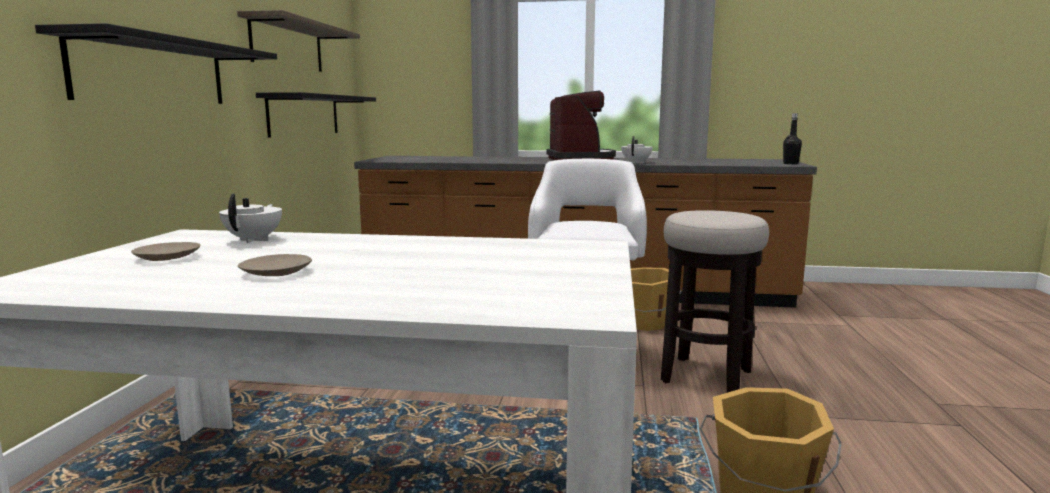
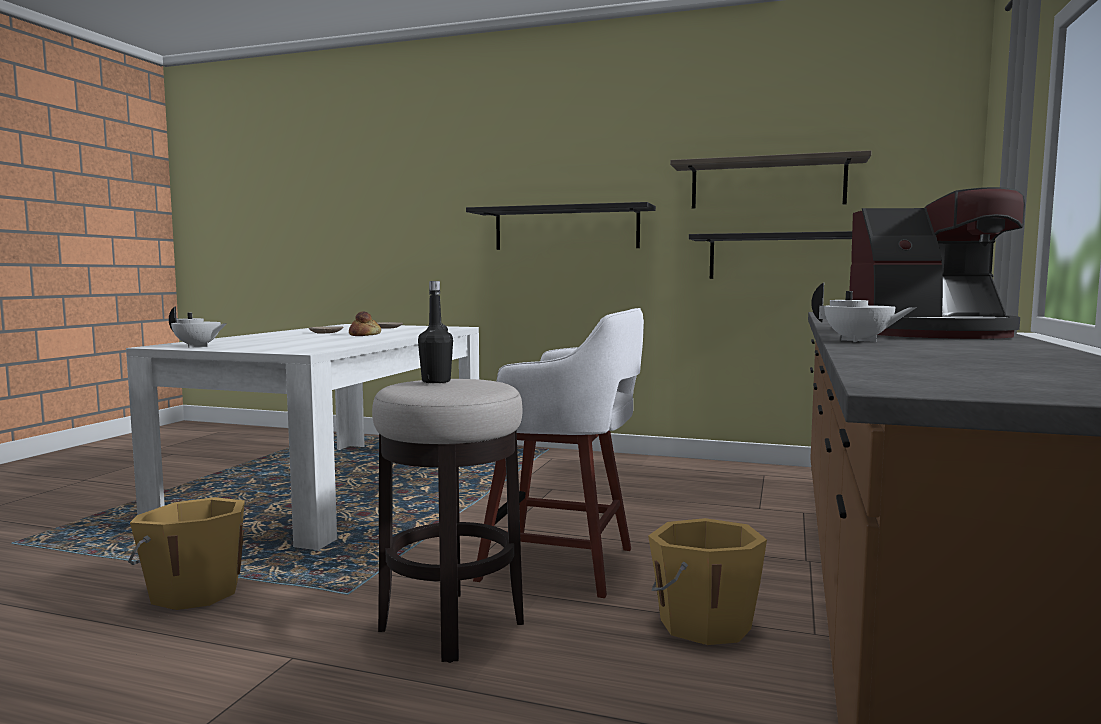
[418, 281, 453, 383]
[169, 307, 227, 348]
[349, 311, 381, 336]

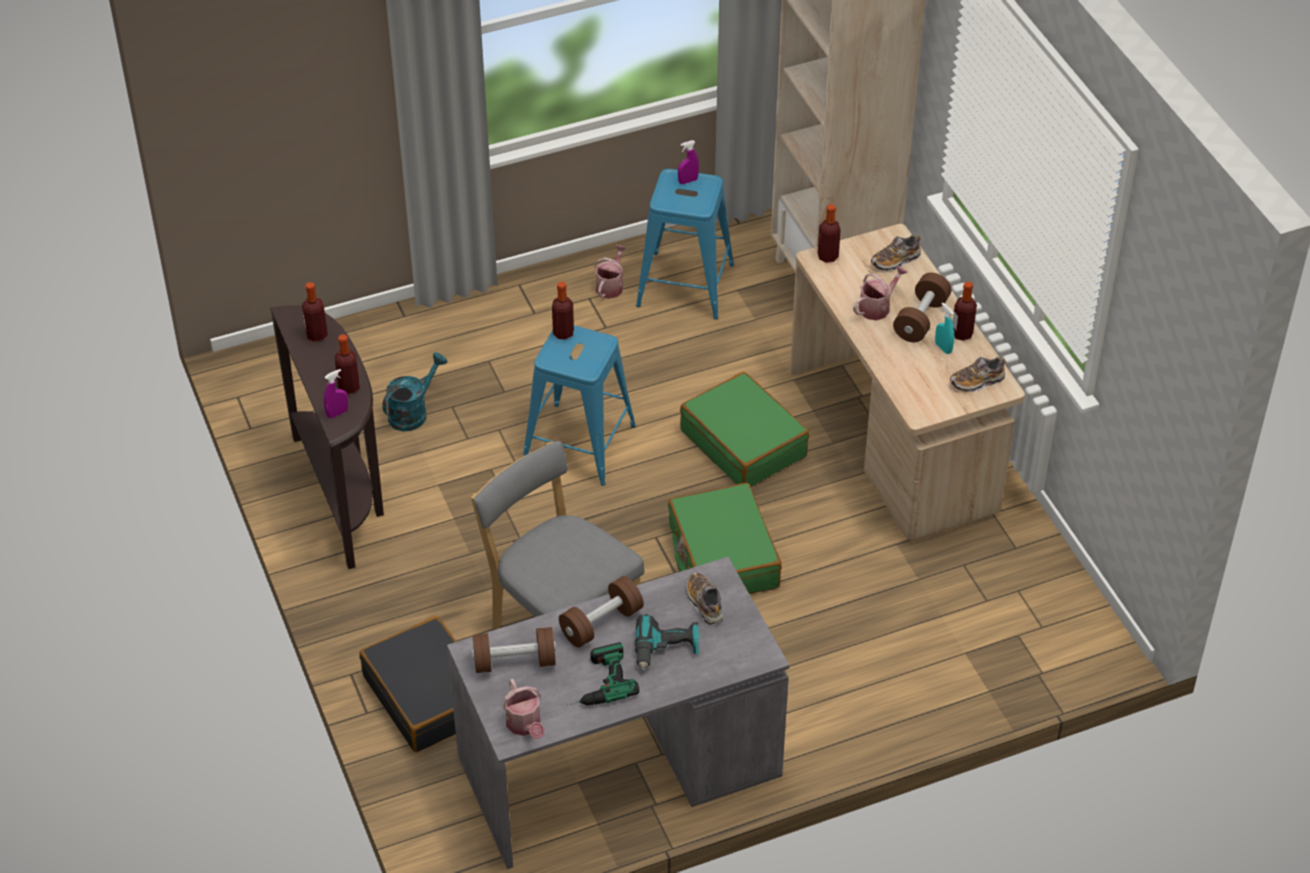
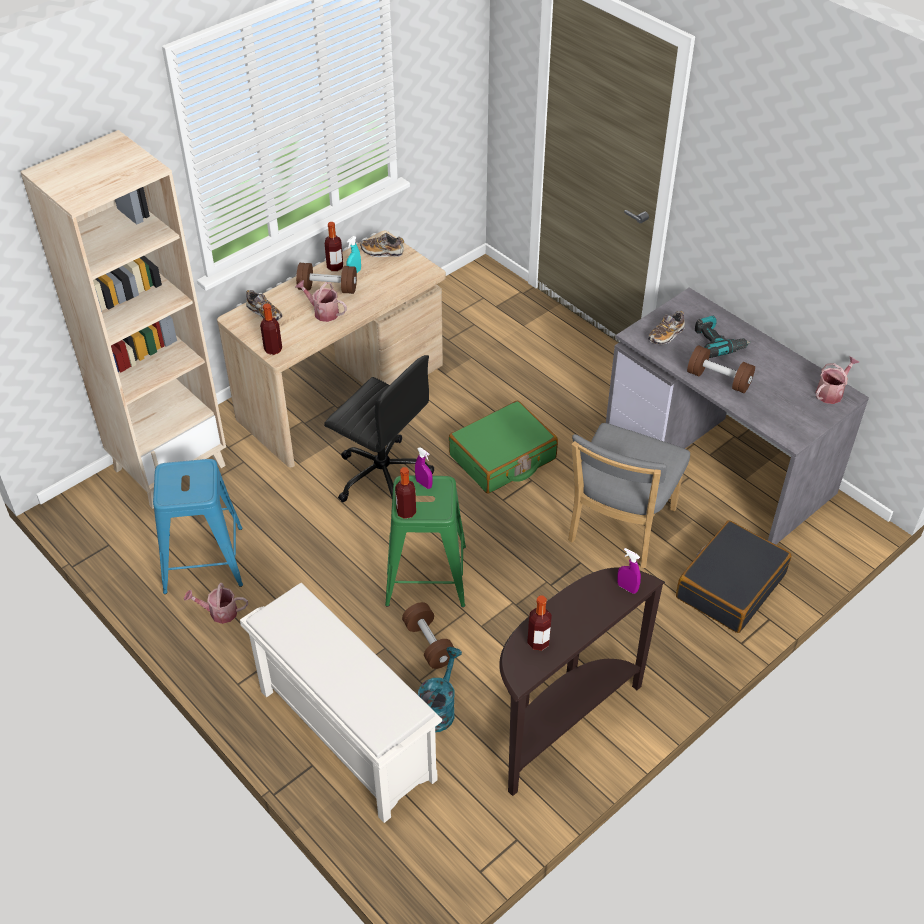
[415, 447, 433, 489]
[385, 476, 466, 607]
[335, 334, 360, 394] (first image)
[418, 647, 462, 732]
[360, 233, 404, 257]
[324, 355, 434, 502]
[402, 602, 454, 669]
[567, 642, 639, 706] (first image)
[240, 583, 442, 823]

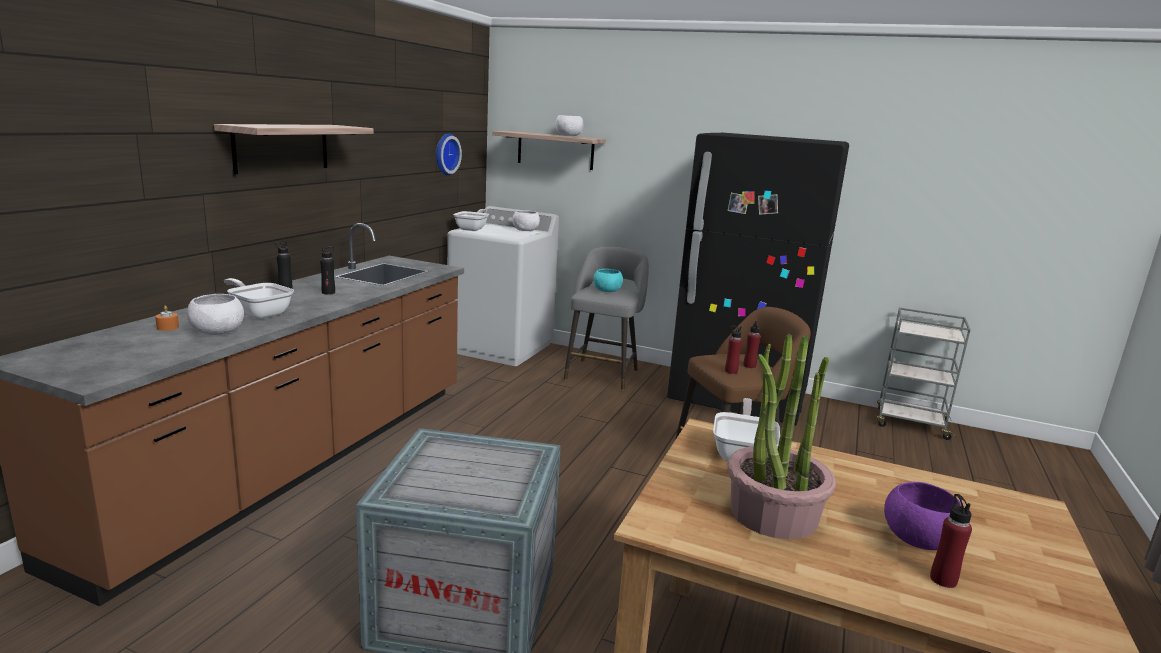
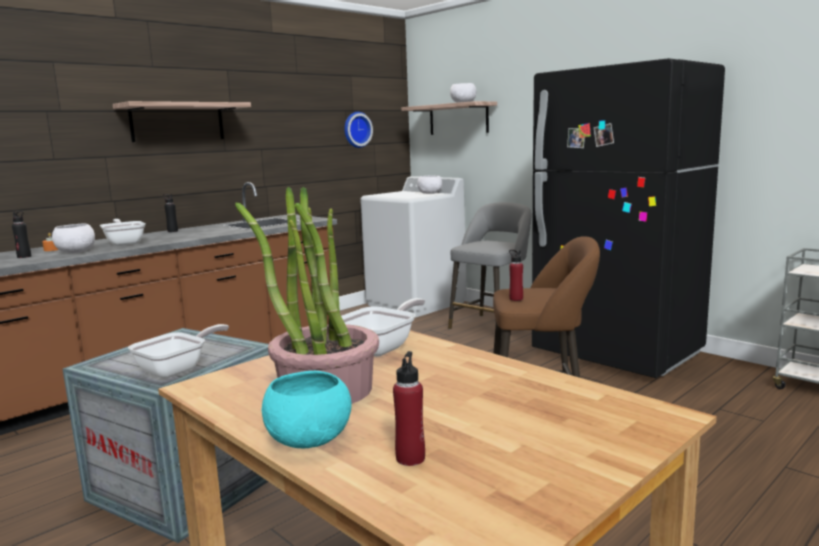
[128, 324, 229, 378]
[12, 211, 31, 258]
[261, 371, 352, 448]
[743, 321, 761, 368] (first image)
[884, 482, 961, 550] (first image)

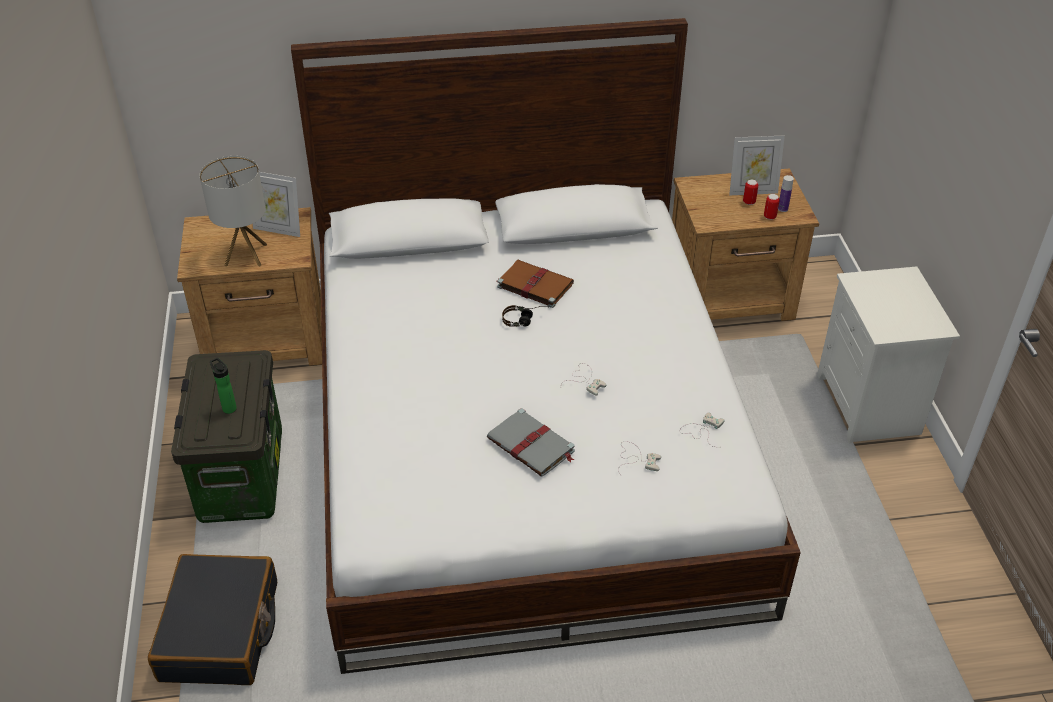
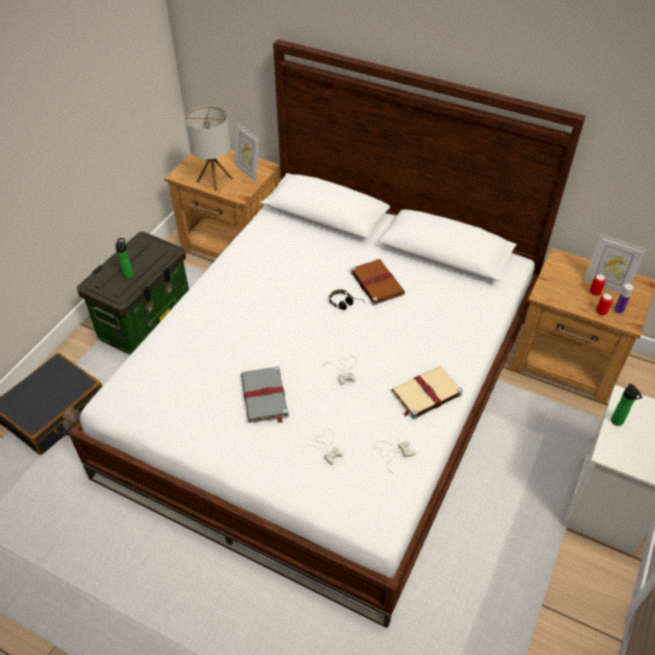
[392, 366, 463, 420]
[611, 383, 642, 426]

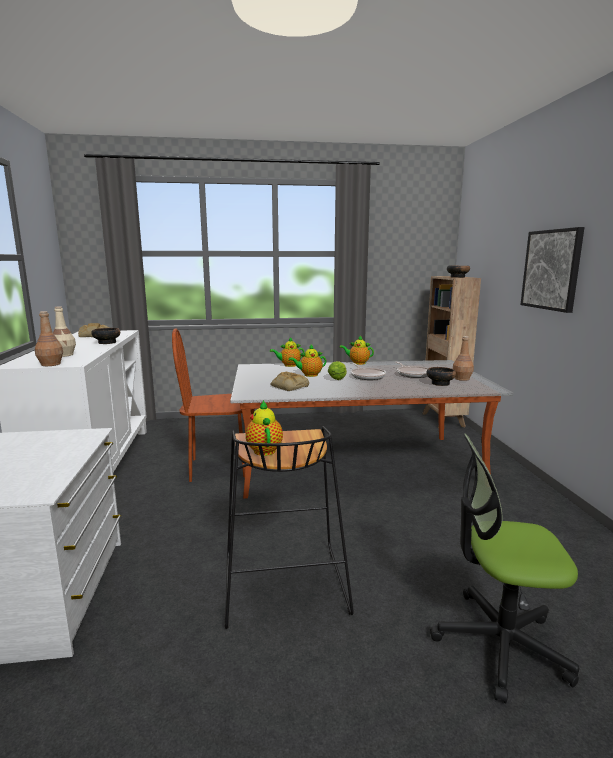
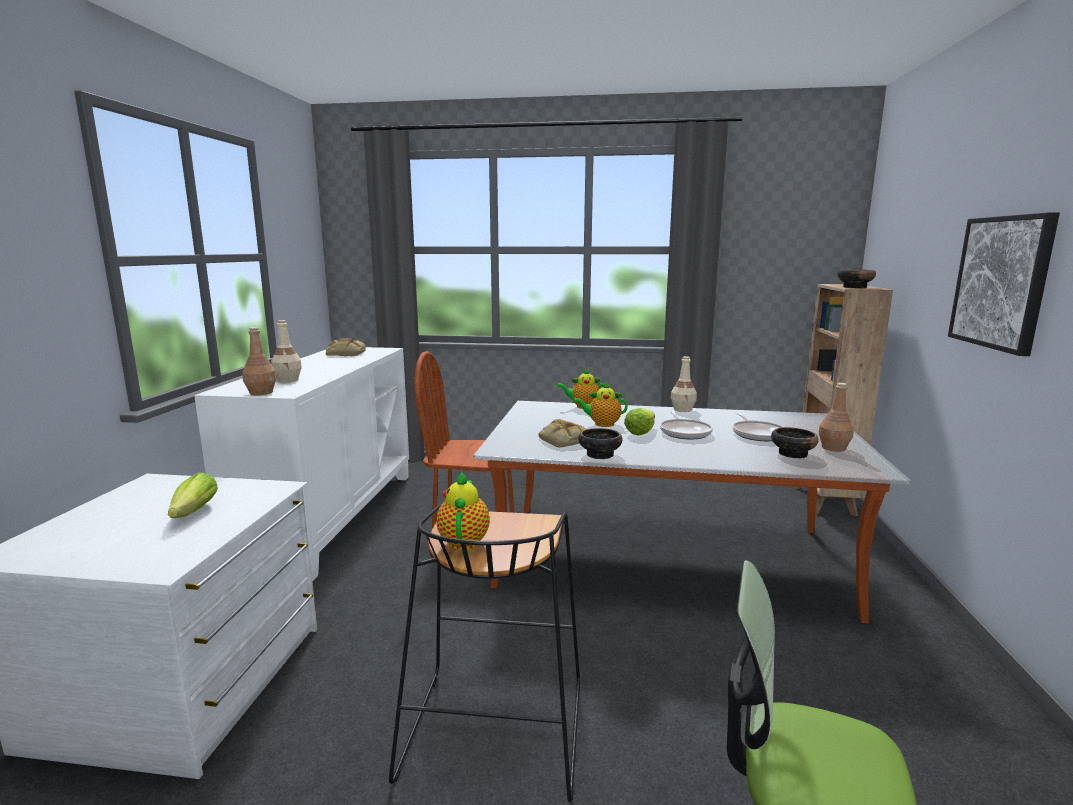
[578, 428, 623, 459]
[671, 356, 697, 412]
[168, 472, 218, 518]

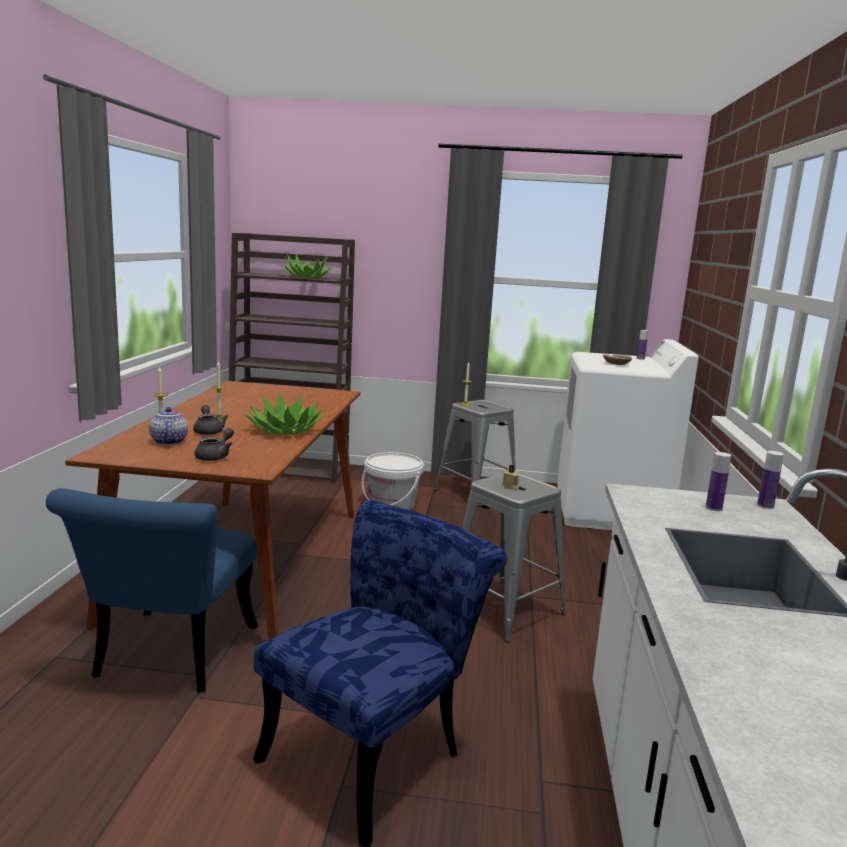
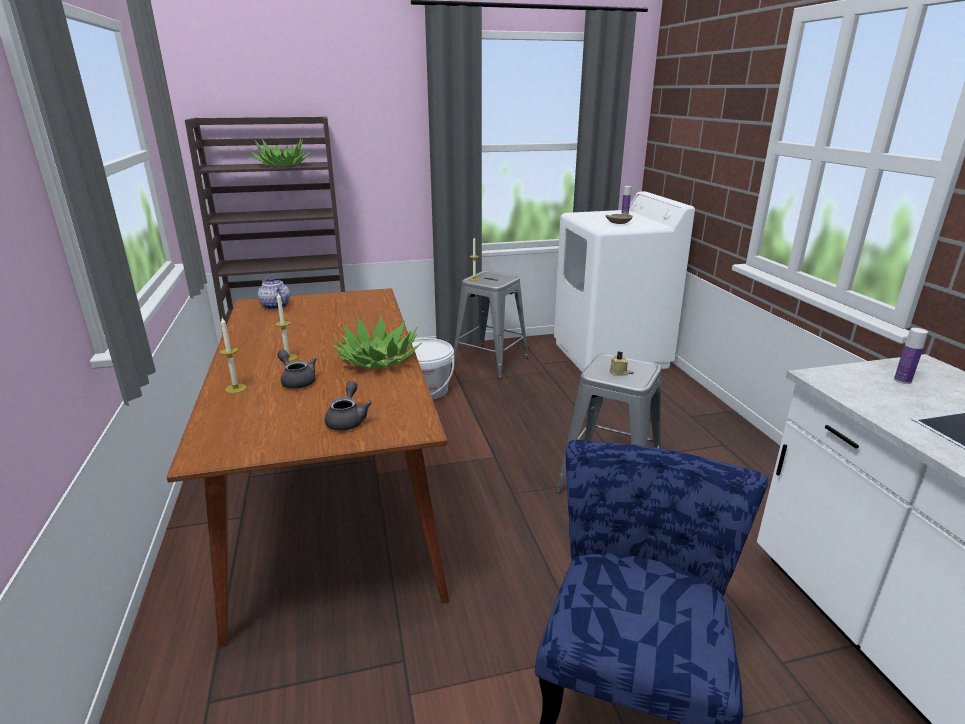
[258, 277, 290, 310]
[757, 451, 784, 509] (first image)
[46, 488, 258, 693] (first image)

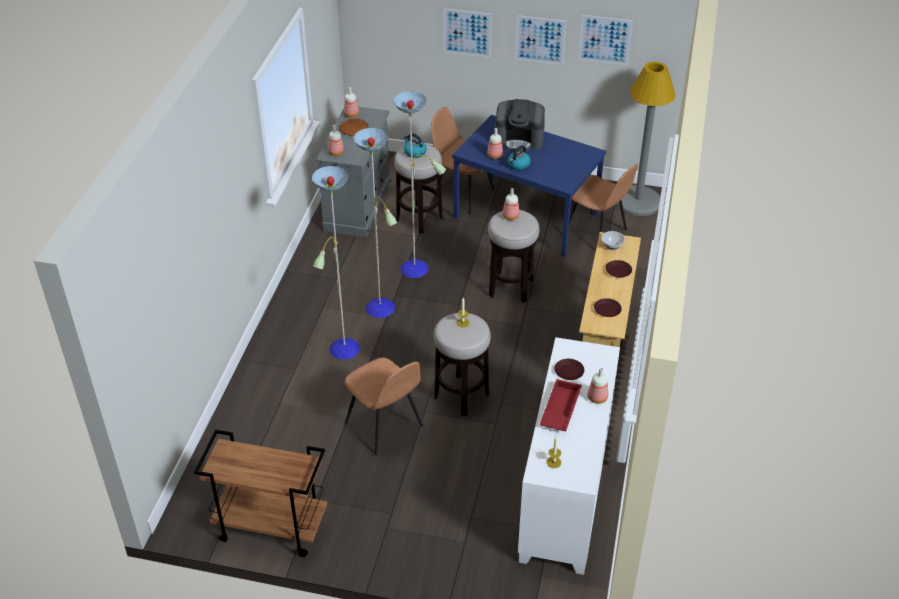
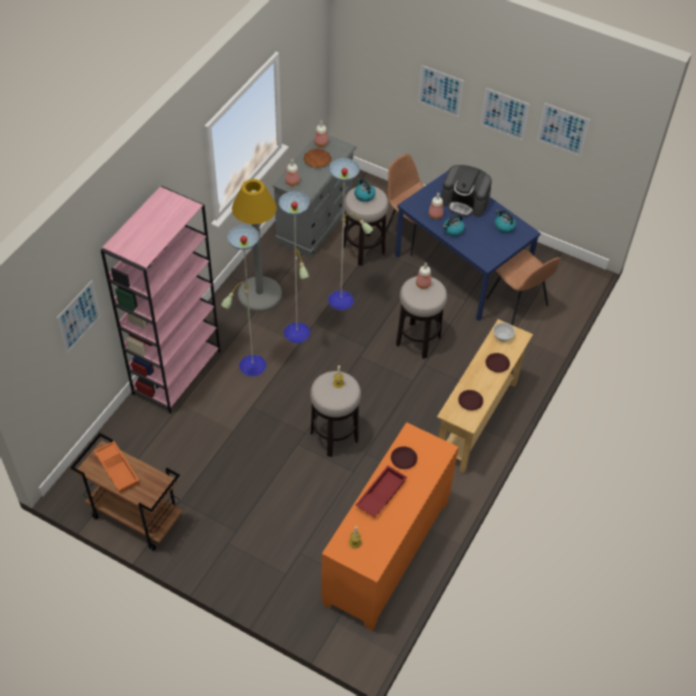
[232, 179, 282, 312]
[321, 422, 458, 631]
[345, 357, 423, 455] (first image)
[588, 368, 608, 404] (first image)
[101, 186, 220, 414]
[494, 210, 516, 233]
[57, 281, 101, 353]
[94, 441, 139, 493]

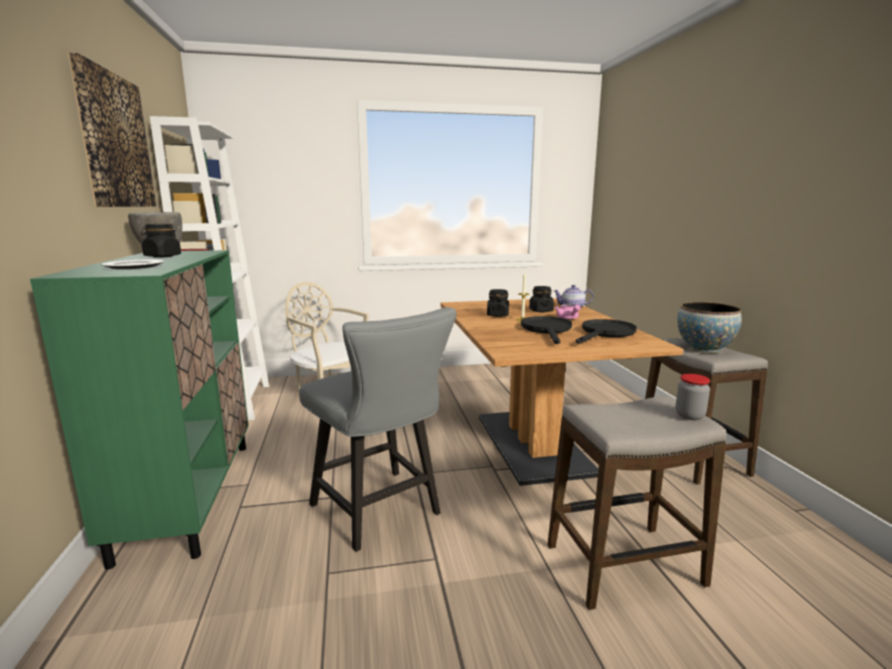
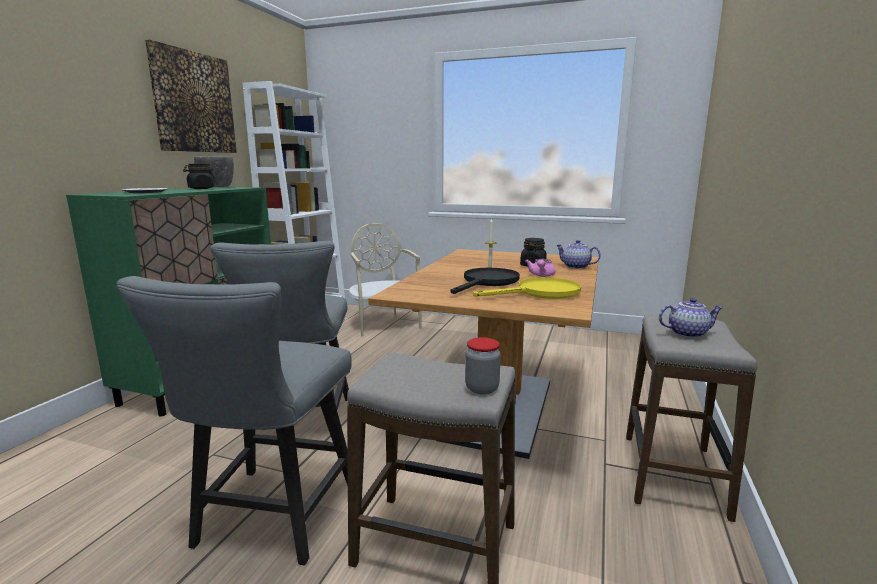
[487, 289, 509, 317] (first image)
[659, 298, 723, 338]
[473, 277, 581, 299]
[116, 276, 352, 565]

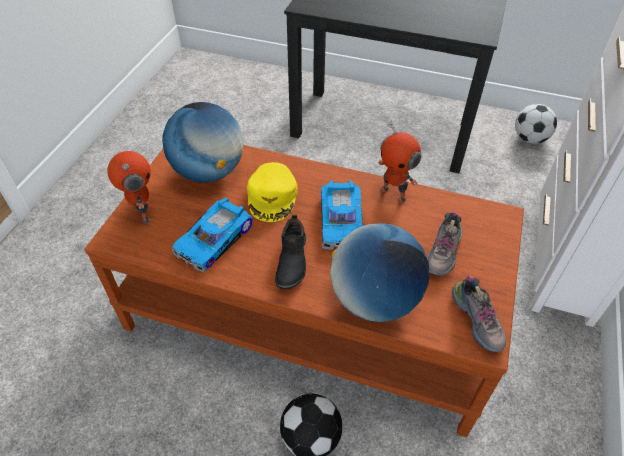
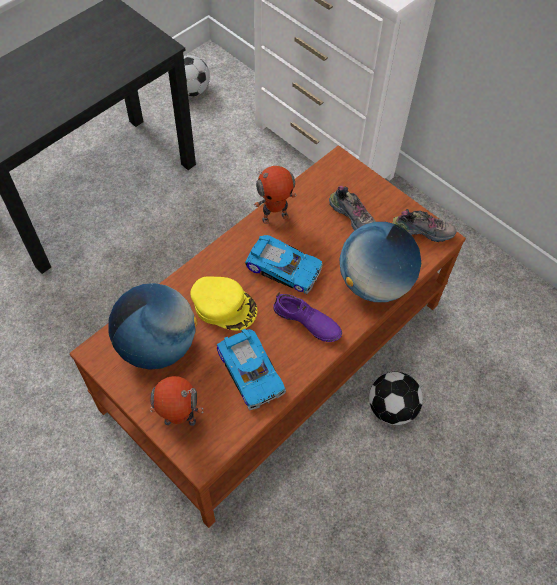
[273, 293, 342, 342]

